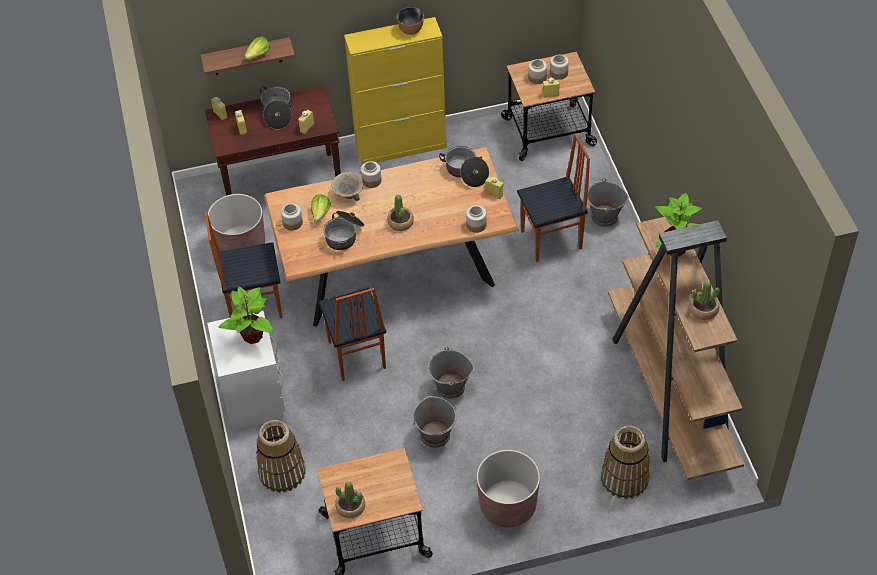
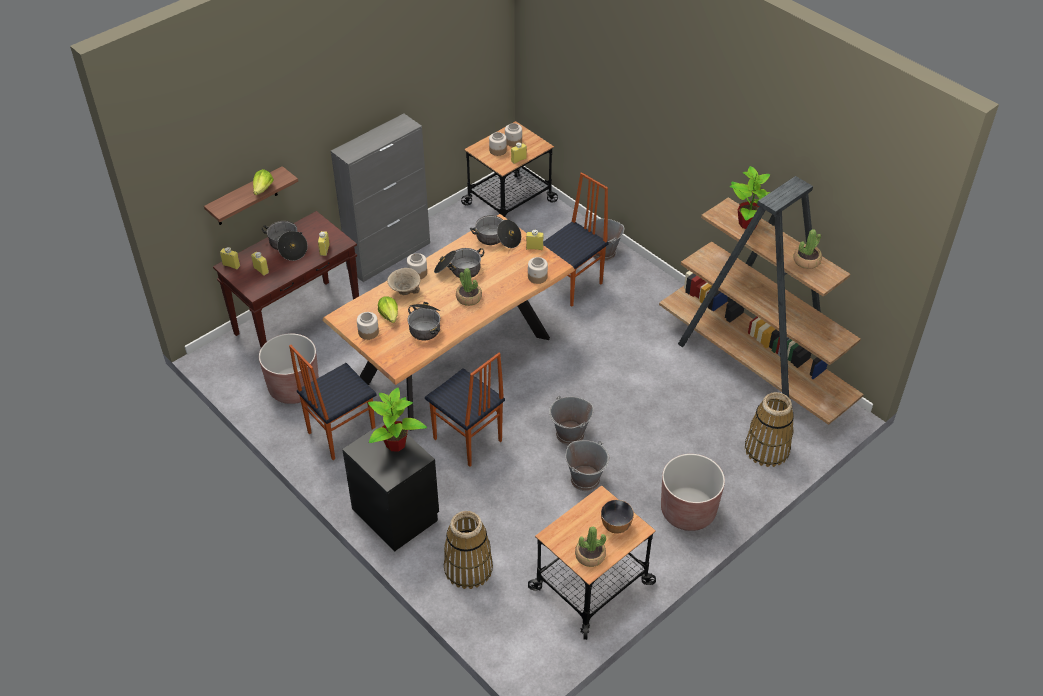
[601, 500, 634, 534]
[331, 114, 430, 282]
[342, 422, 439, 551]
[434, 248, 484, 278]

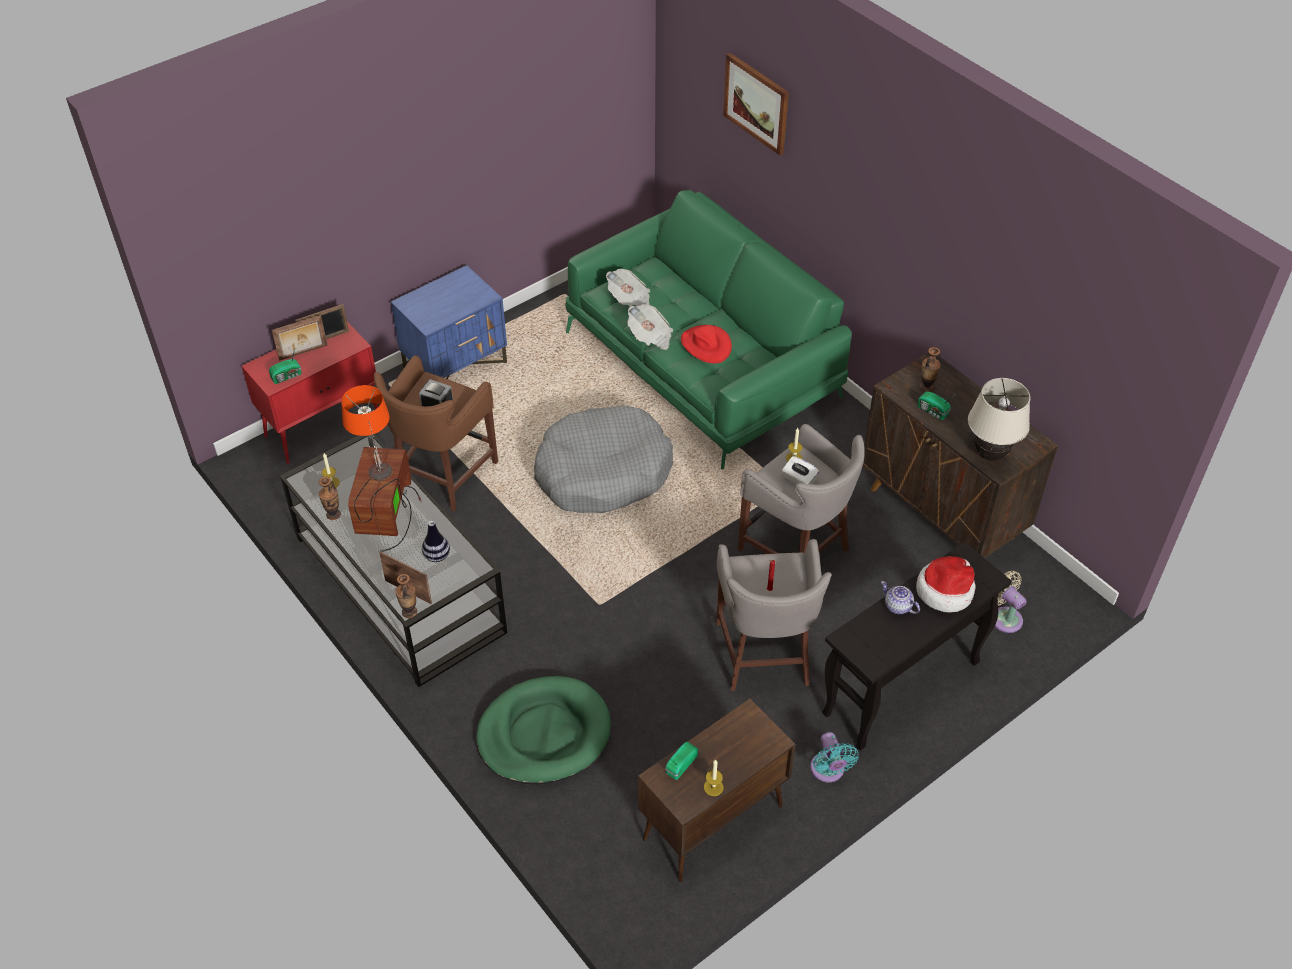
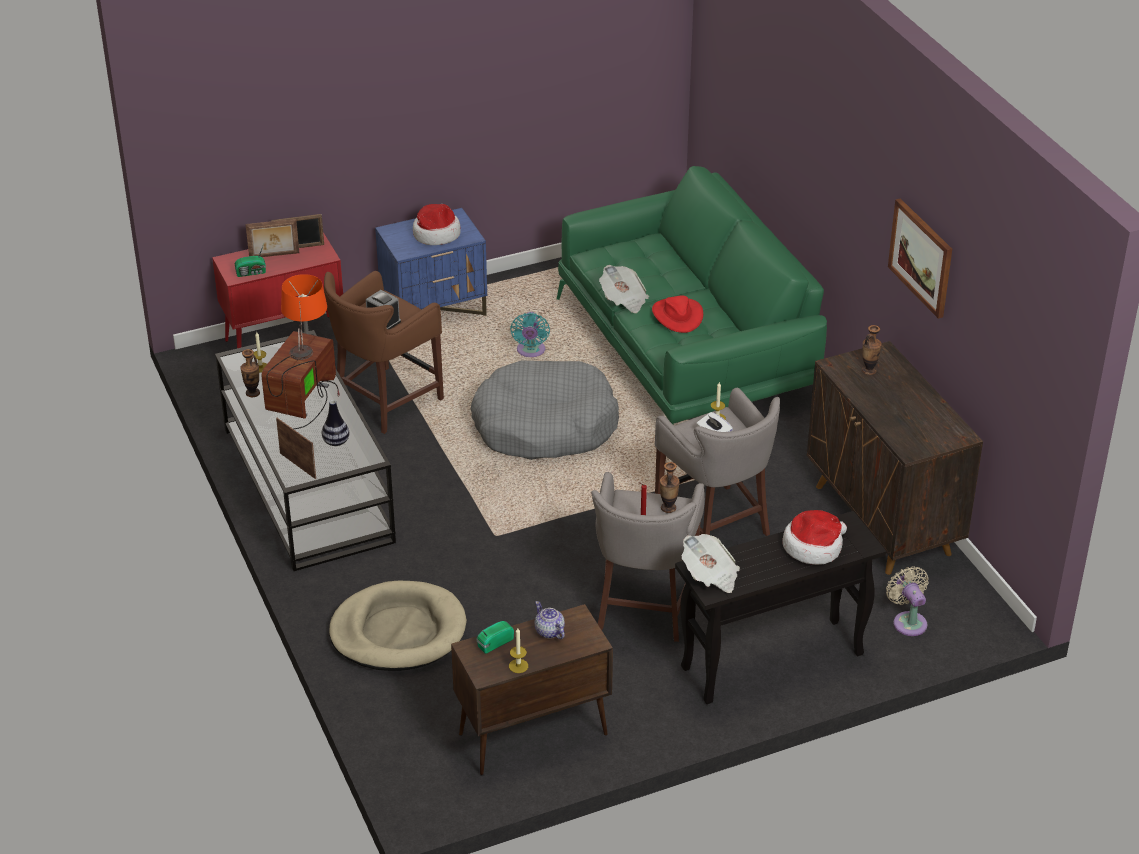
[888, 198, 952, 319]
[682, 534, 740, 593]
[968, 378, 1030, 461] (first image)
[917, 391, 956, 420] (first image)
[660, 462, 680, 513]
[535, 601, 565, 639]
[329, 581, 467, 671]
[510, 312, 550, 357]
[413, 204, 461, 245]

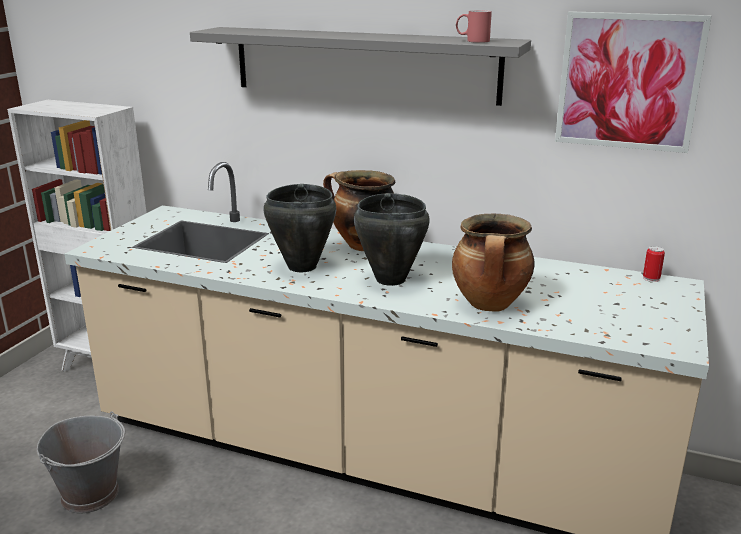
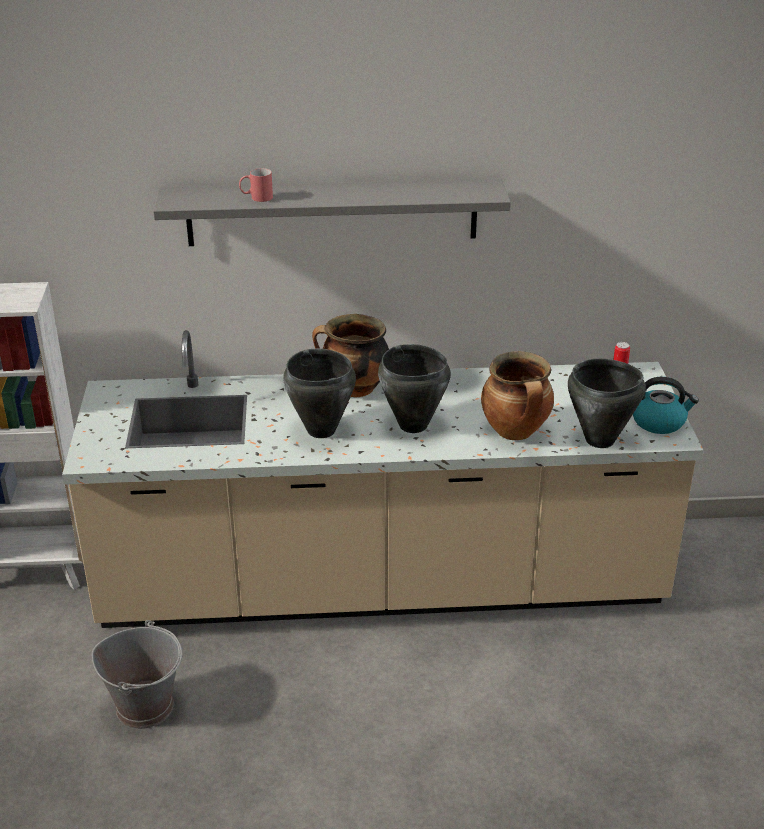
[239, 168, 273, 202]
[555, 11, 712, 153] (first image)
[568, 359, 646, 448]
[633, 377, 699, 434]

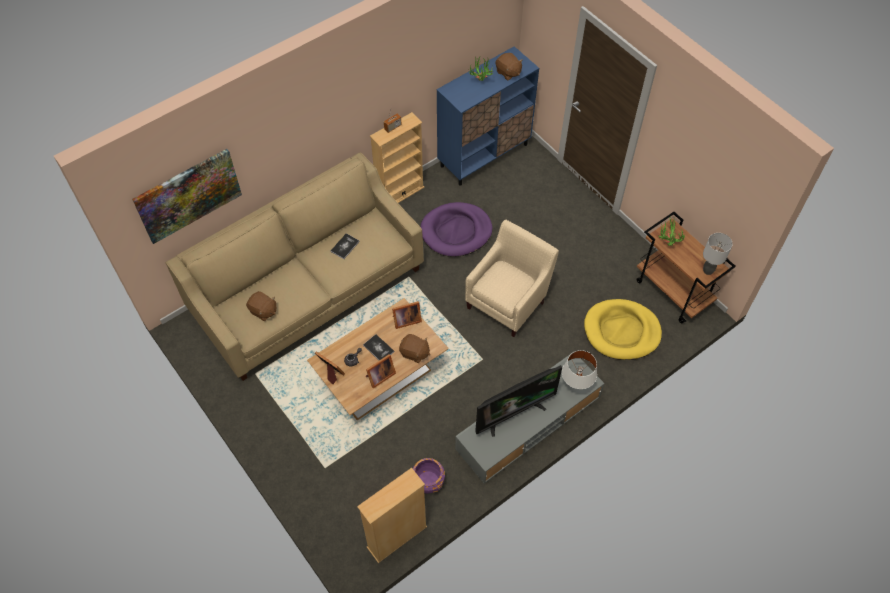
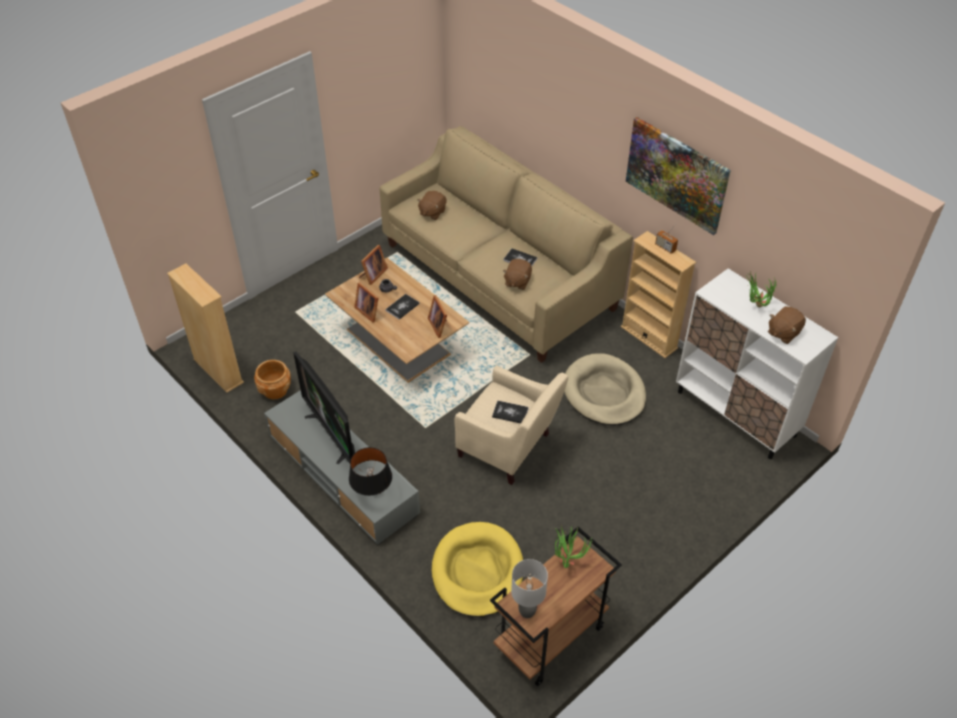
[676, 268, 838, 459]
[626, 117, 731, 235]
[564, 353, 646, 426]
[503, 259, 532, 290]
[349, 447, 392, 496]
[254, 360, 291, 400]
[492, 400, 529, 424]

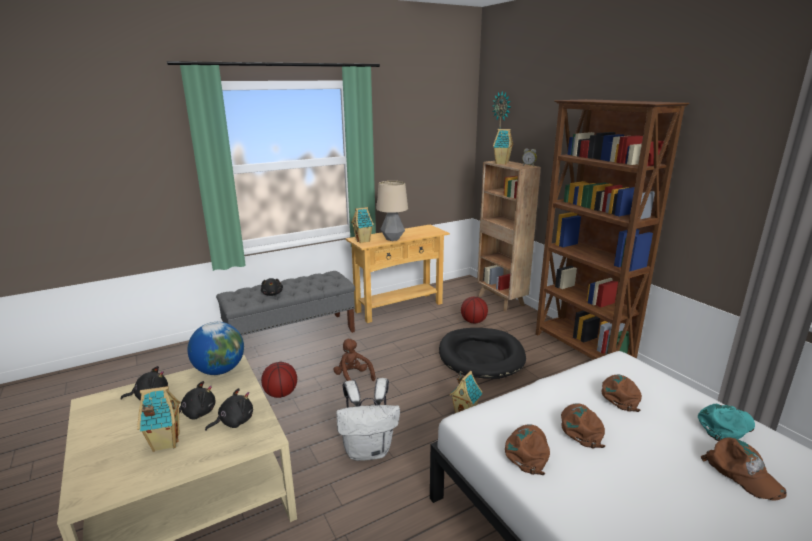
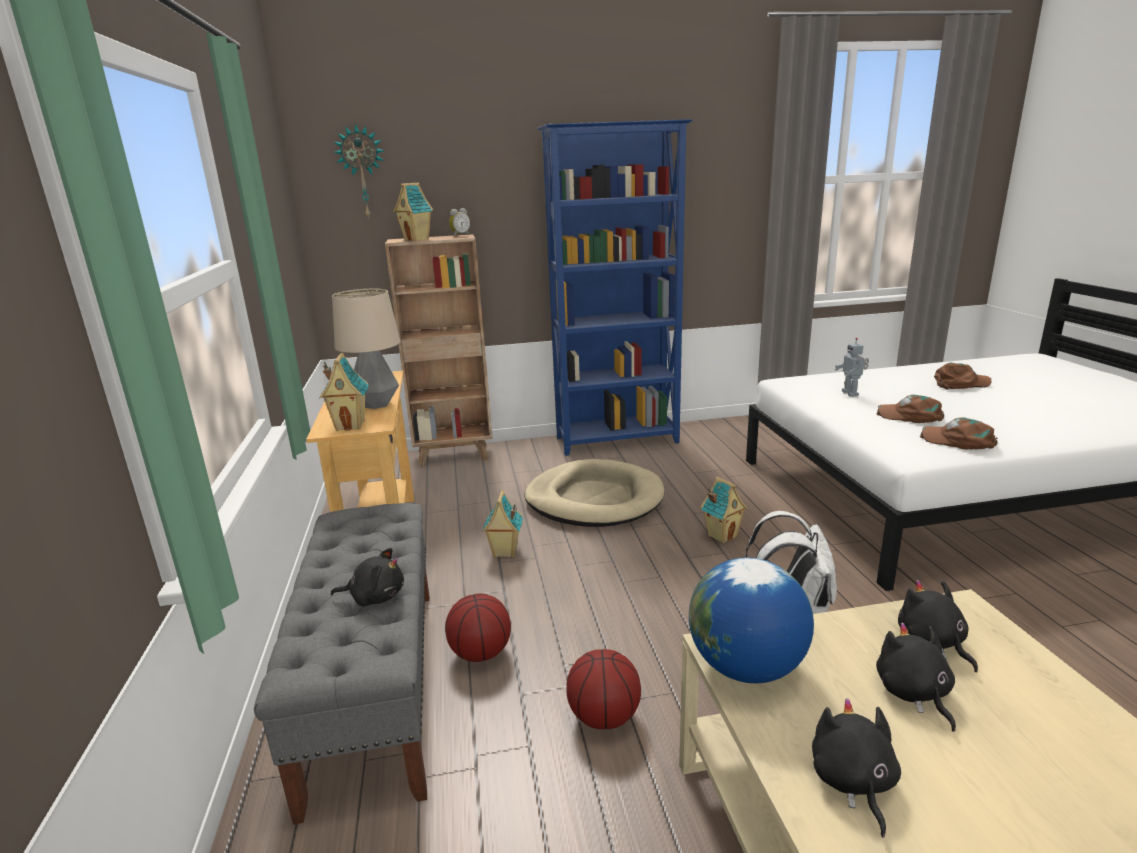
[537, 119, 693, 456]
[445, 593, 511, 662]
[524, 459, 664, 527]
[333, 339, 375, 381] (first image)
[835, 338, 869, 397]
[482, 490, 523, 558]
[698, 404, 755, 441] (first image)

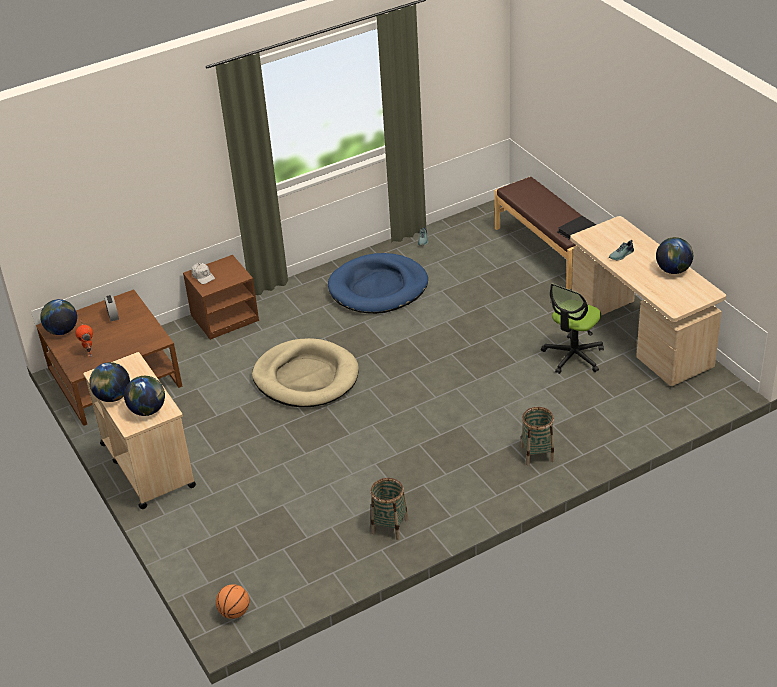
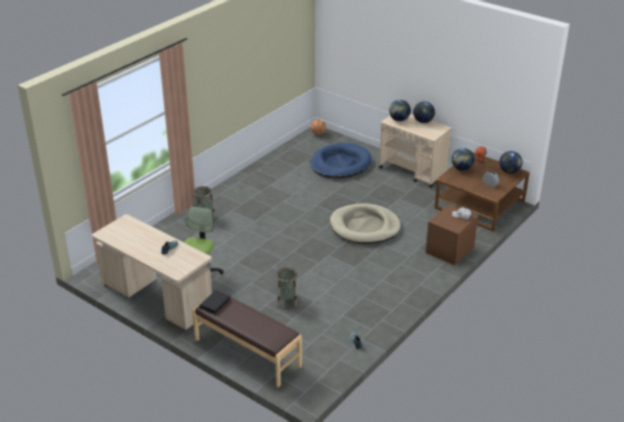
[452, 148, 474, 171]
[310, 143, 371, 178]
[276, 268, 297, 307]

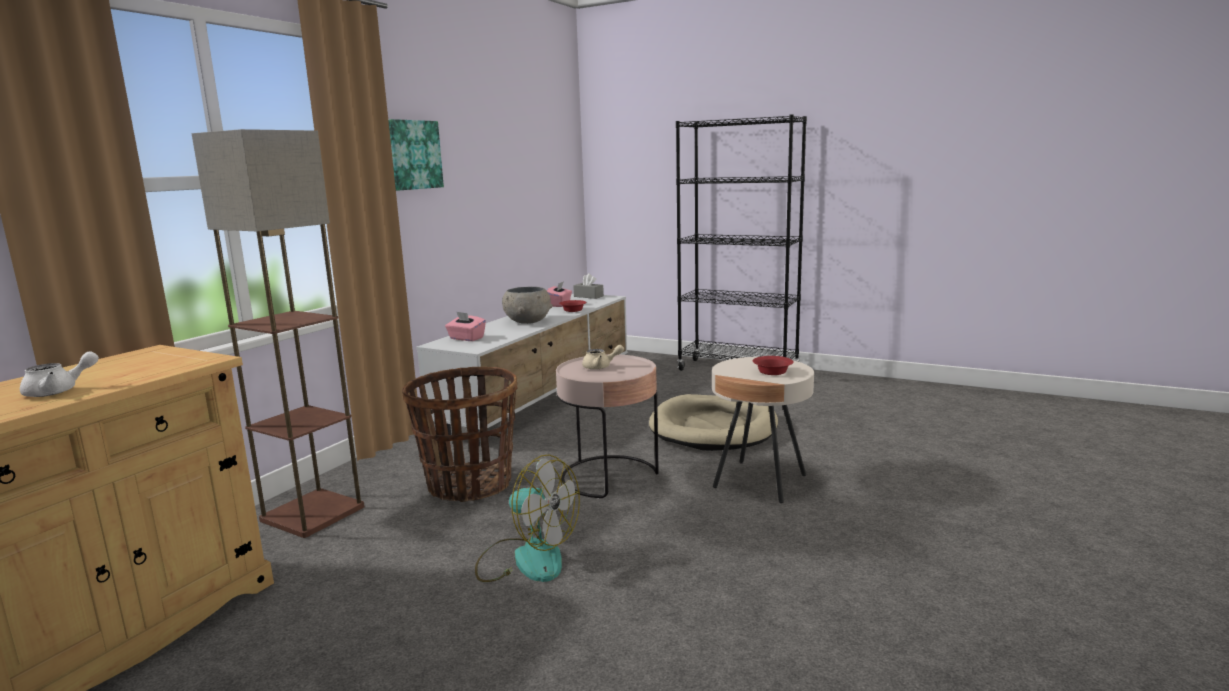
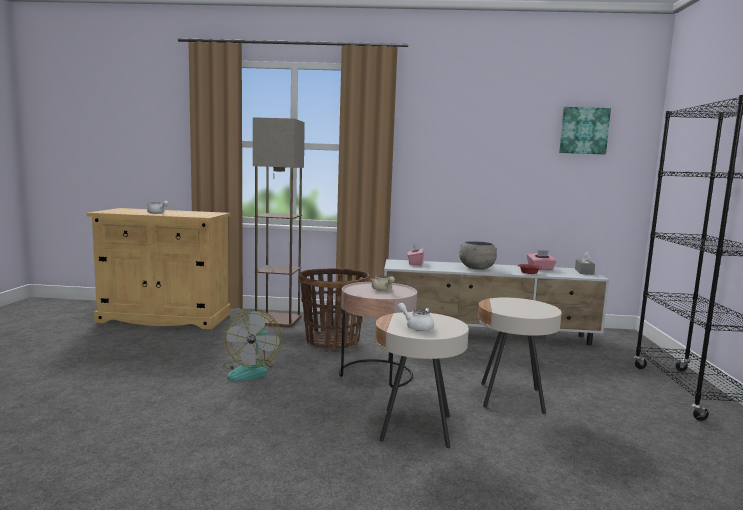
[559, 107, 611, 154]
[397, 303, 434, 331]
[478, 298, 562, 414]

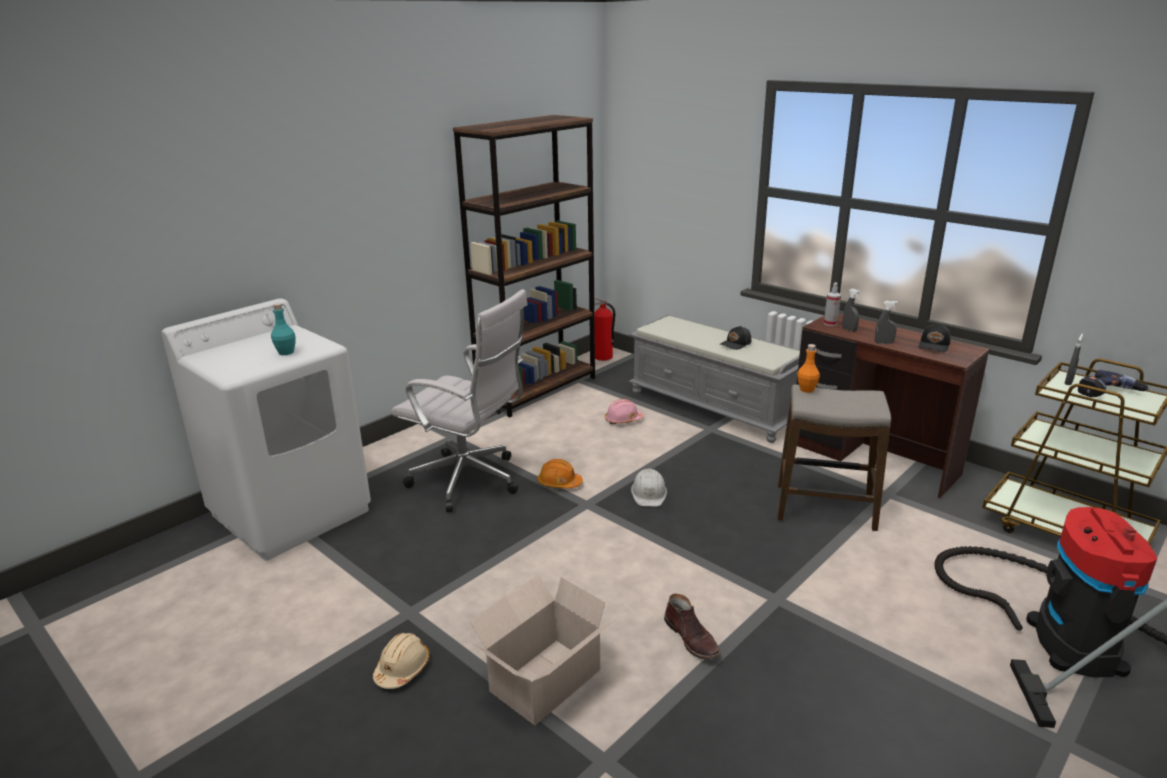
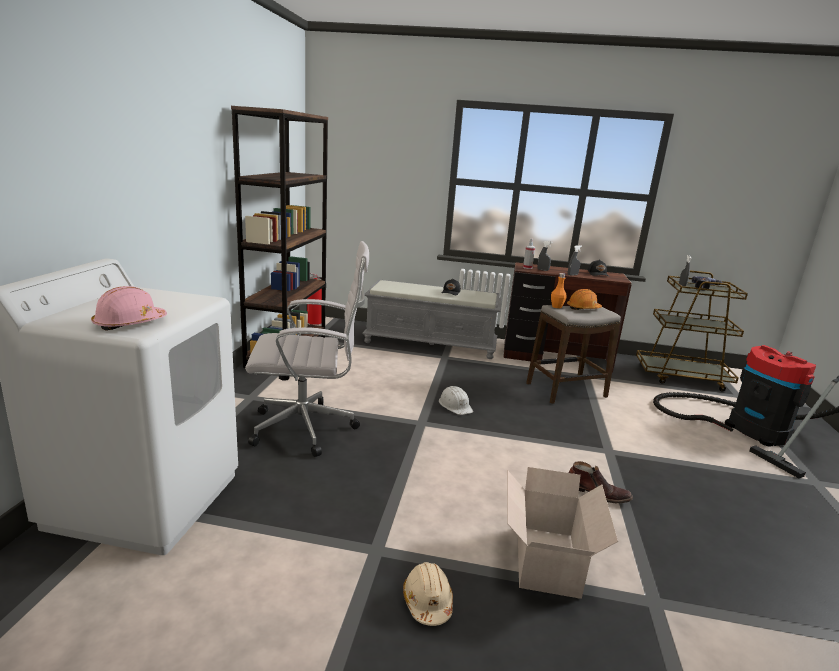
[271, 303, 295, 355] (first image)
[91, 286, 167, 331]
[567, 289, 602, 310]

